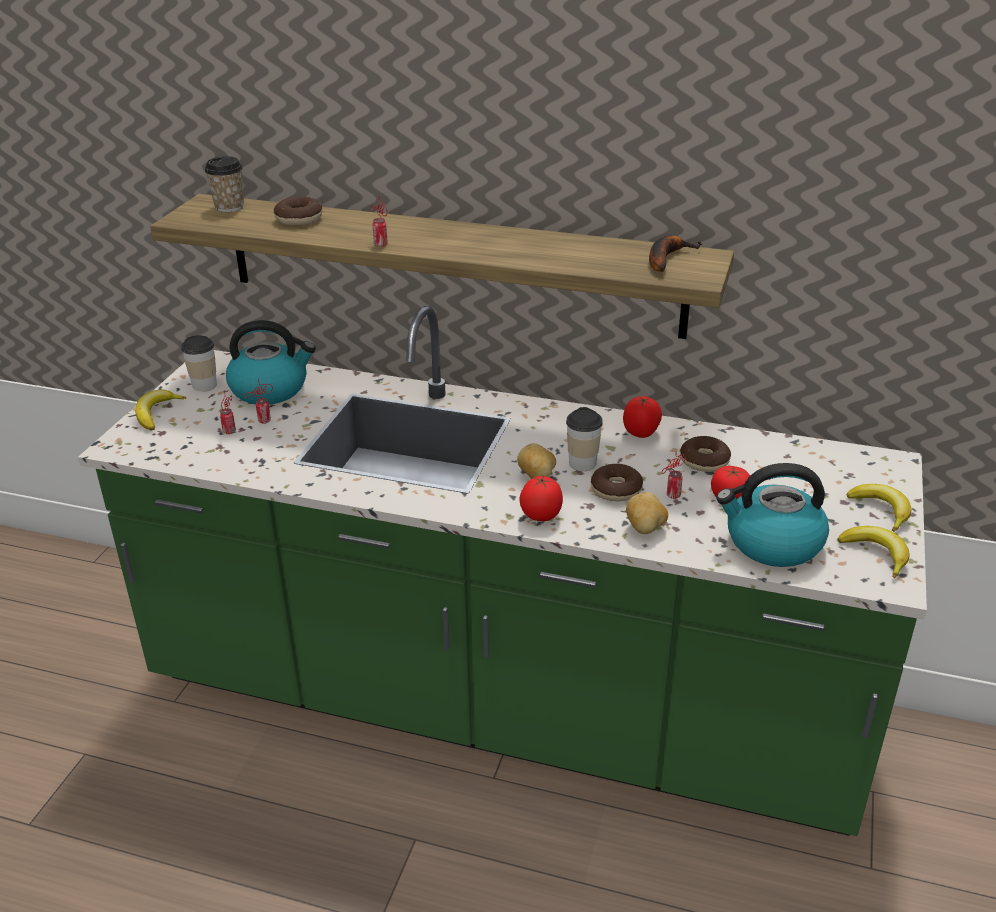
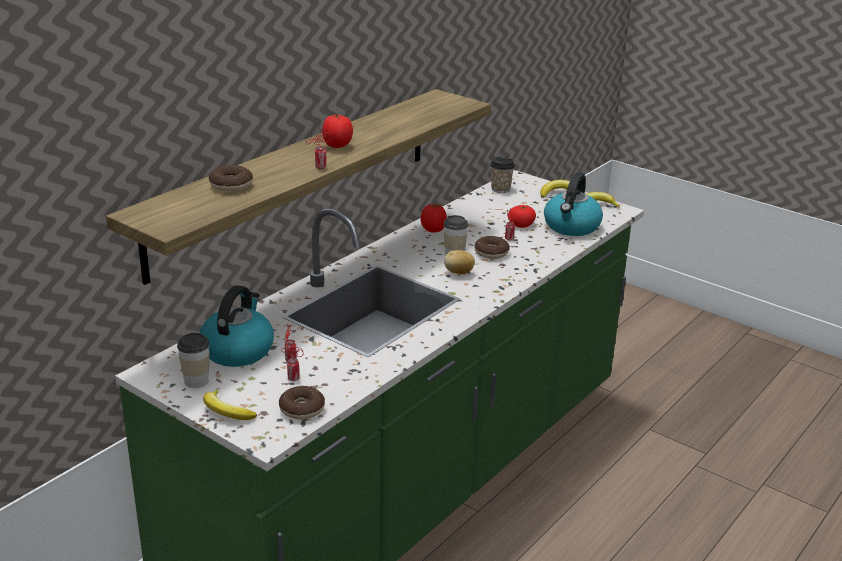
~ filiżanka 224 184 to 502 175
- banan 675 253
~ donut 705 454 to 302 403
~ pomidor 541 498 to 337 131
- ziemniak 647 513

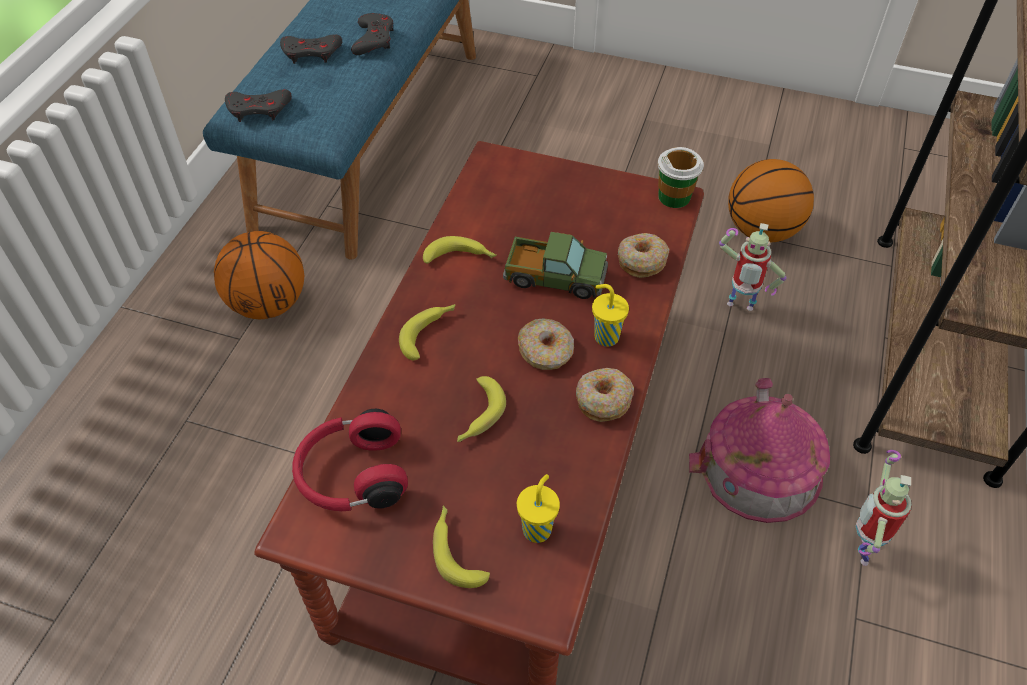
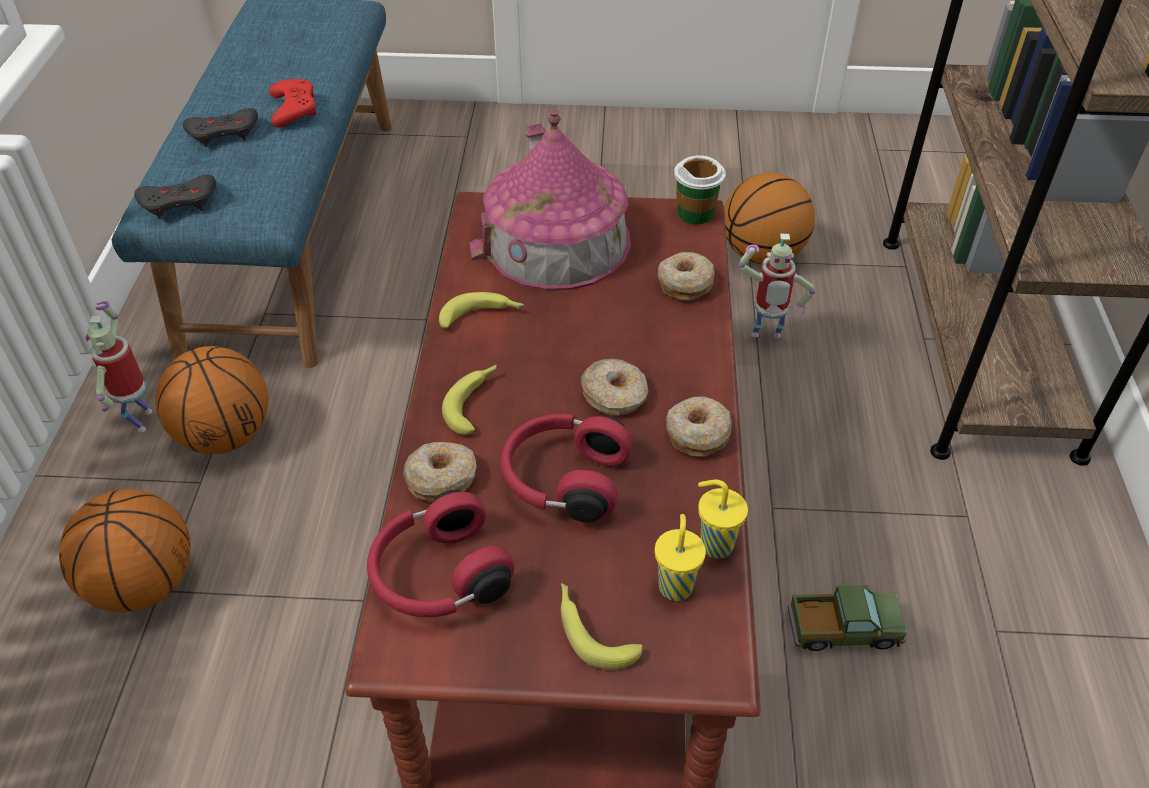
~ pad do gier (szary) 372 34 to pad do gier (czerwony) 292 103
~ ciężarówka zabawkowa 555 265 to 847 617
~ filiżanka (żółty) 610 315 to 723 519
~ banan 481 409 to słuchawki (czerwony) 566 468
~ domek 759 450 to 550 200
~ robot zabawkowy 883 508 to 119 367
+ donut 440 471
+ piłka do koszykówki 124 551

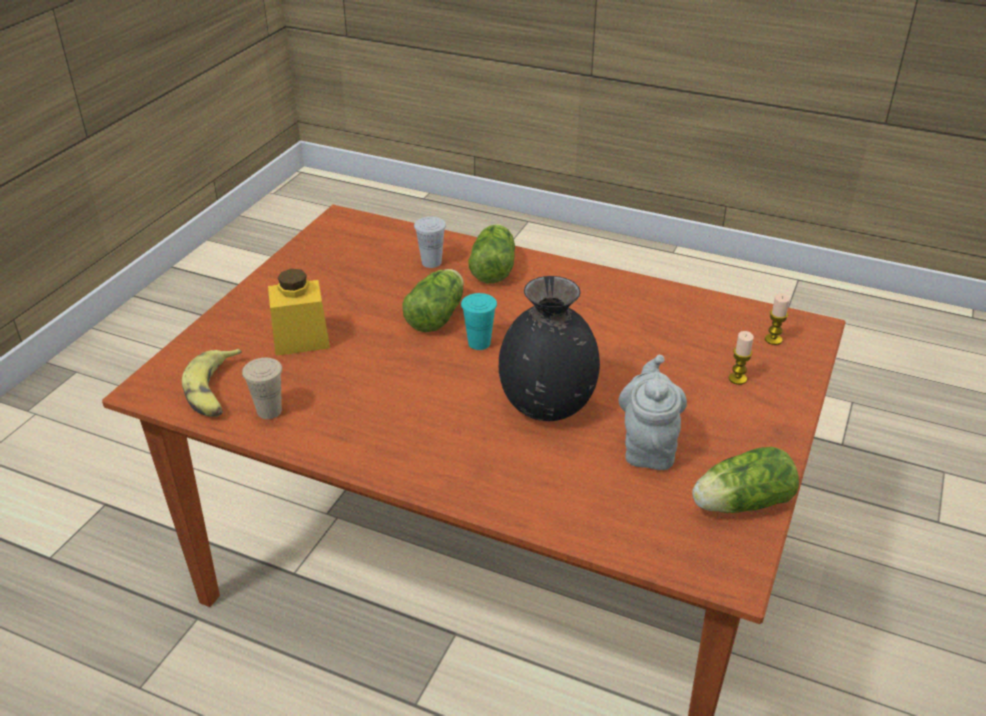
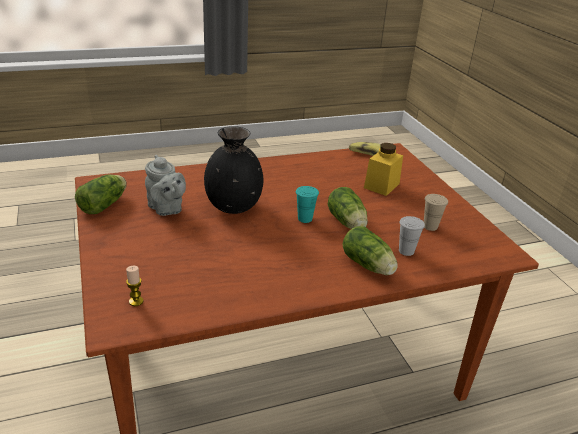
- świeca 741 358
~ filiżanka (beżowy) 262 388 to 436 212

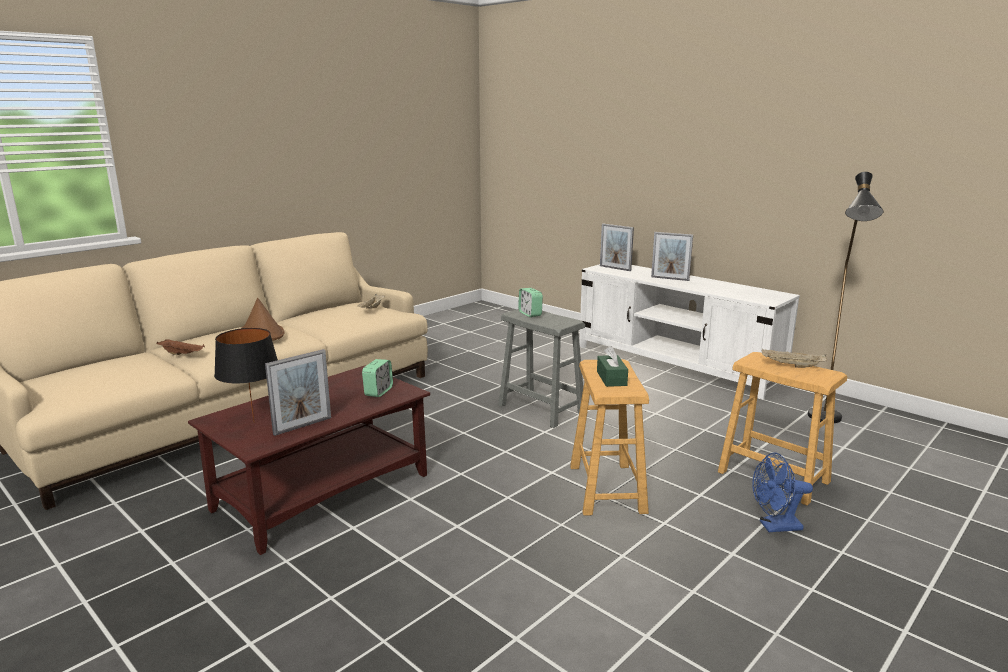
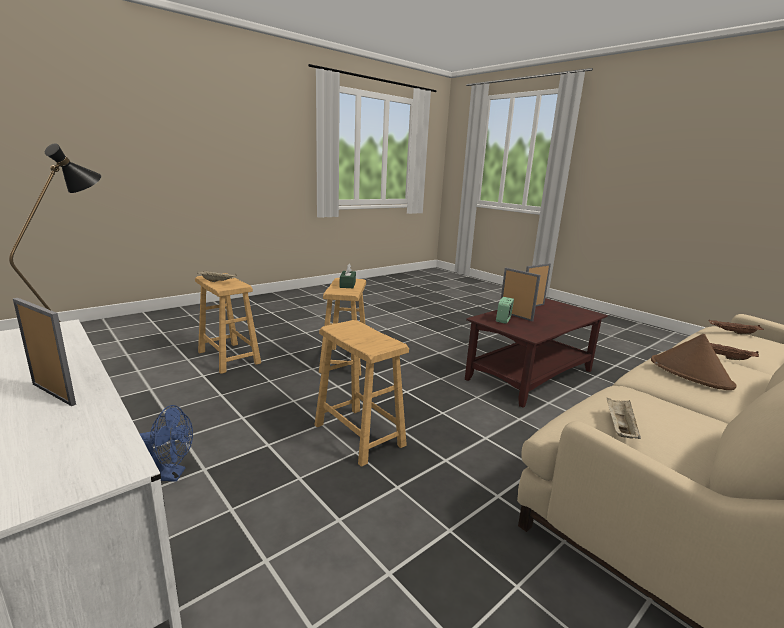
~ ramka na zdjęcie 617 247 to 521 294
- budzik 530 302
~ stołek (szary) 541 368 to stołek (brązowy) 361 393
- lampa stołowa (czarny) 246 375
~ wentylator (niebieski) 782 492 to 166 443
+ taca (brązowy) 736 327

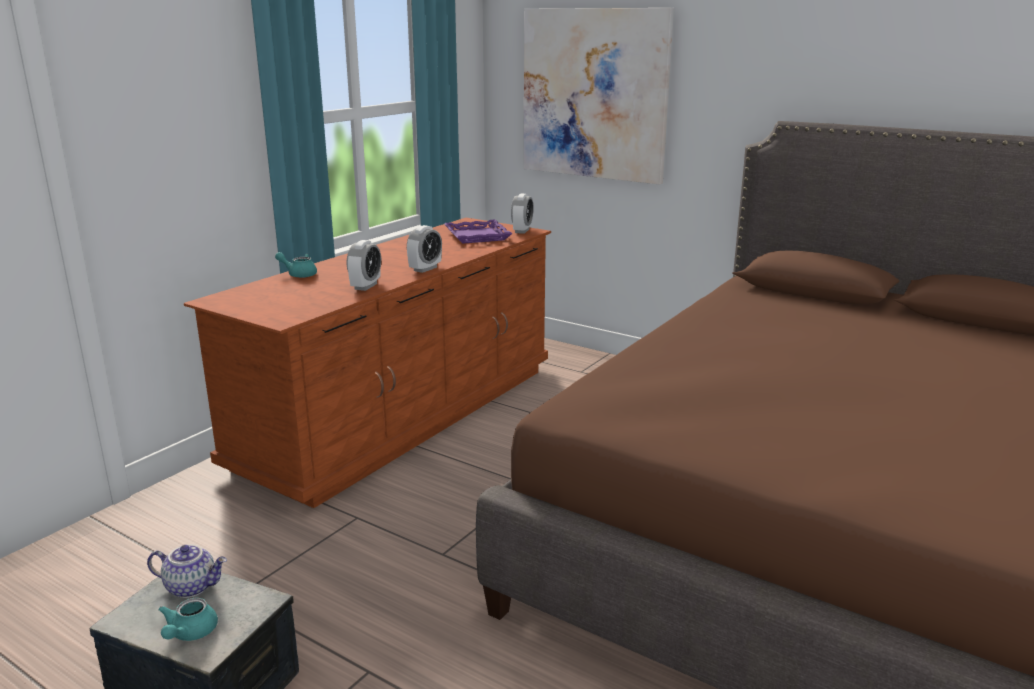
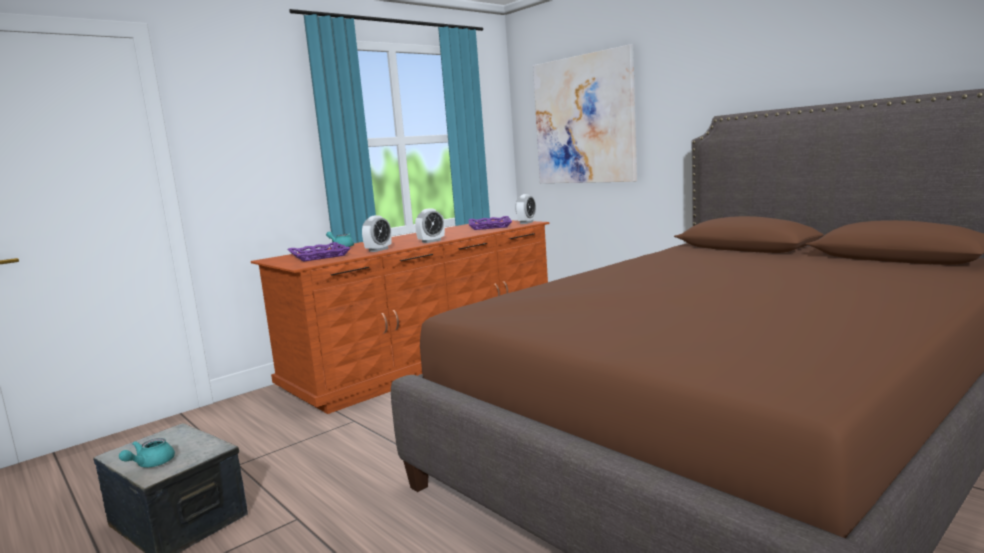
- imbryk 187 571
+ taca (fioletowy) 319 251

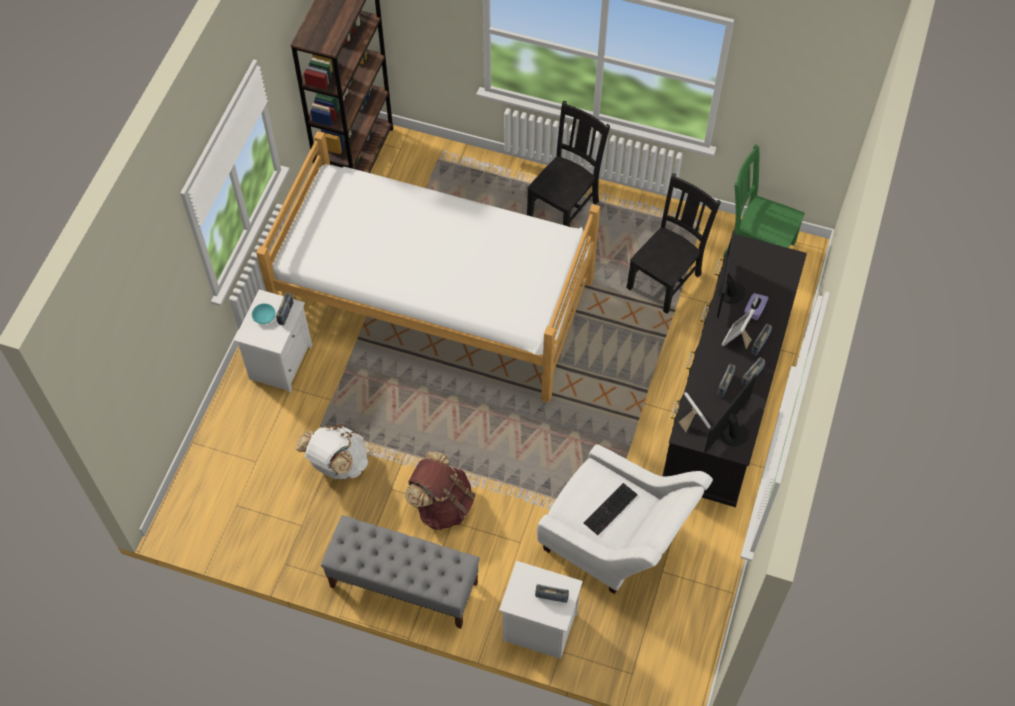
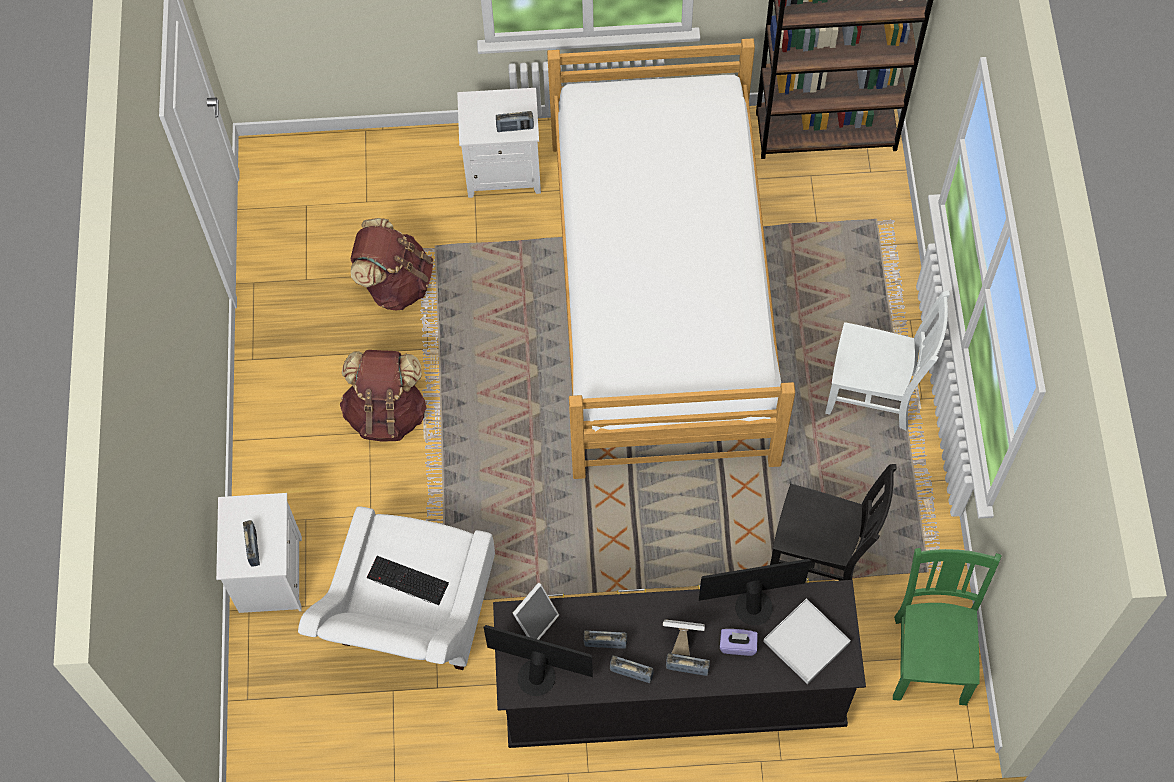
~ krzesło (czarny) 568 164 to krzesło (biały) 887 360
- miska (turkusowy) 264 313
~ plecak (biały) 331 451 to plecak (brązowy) 392 264
- ławka (szary) 400 572
+ taca (biały) 807 641

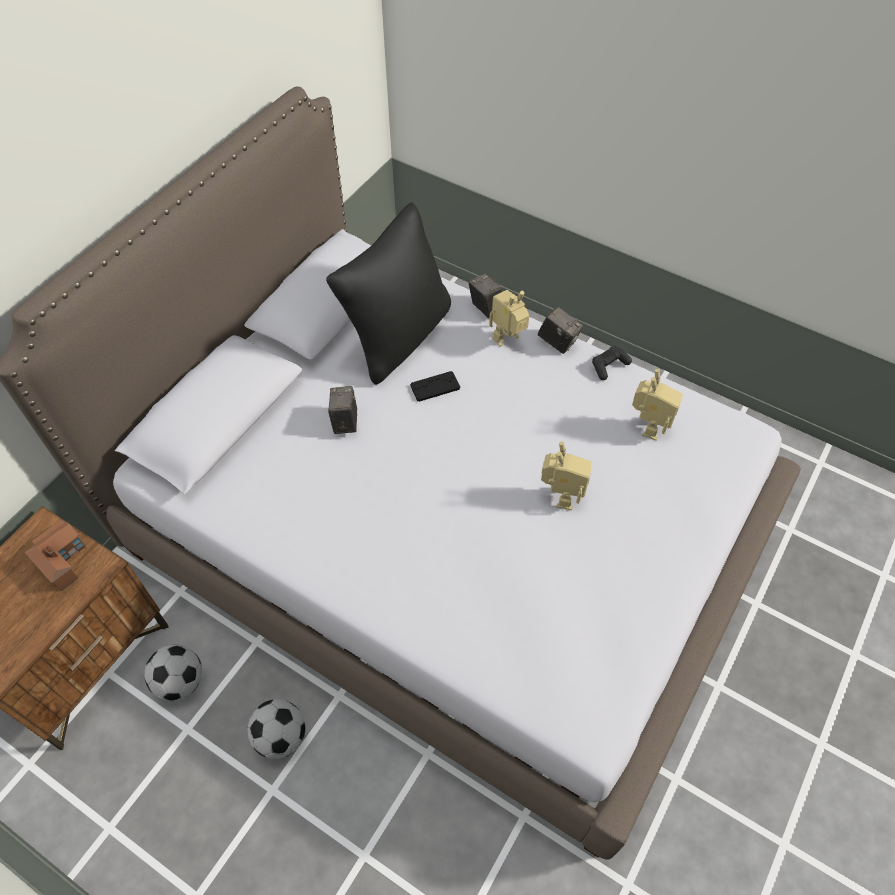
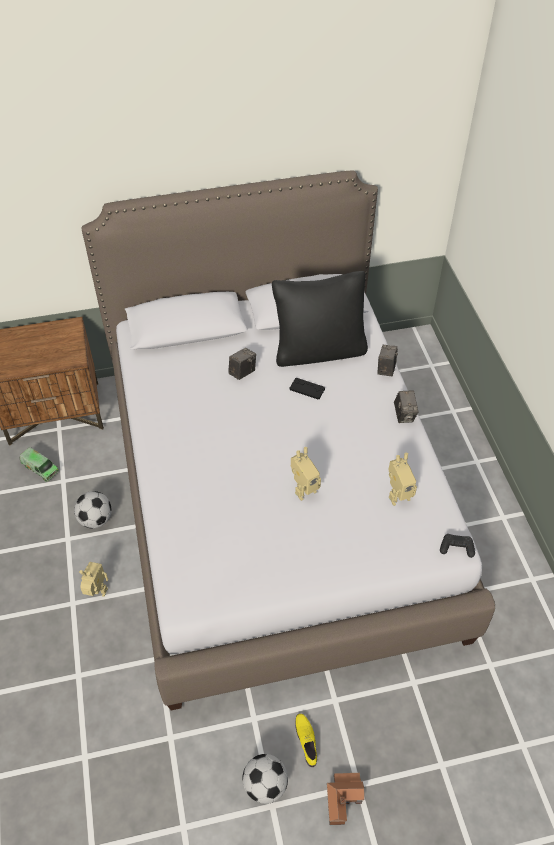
~ robot zabawkowy 509 318 to 93 579
~ pad do gier (czarny) 612 363 to 457 546
~ domek 55 555 to 346 799
~ piłka futbolowa 173 672 to 265 779
+ ciężarówka zabawkowa 39 464
+ but (żółty) 306 740

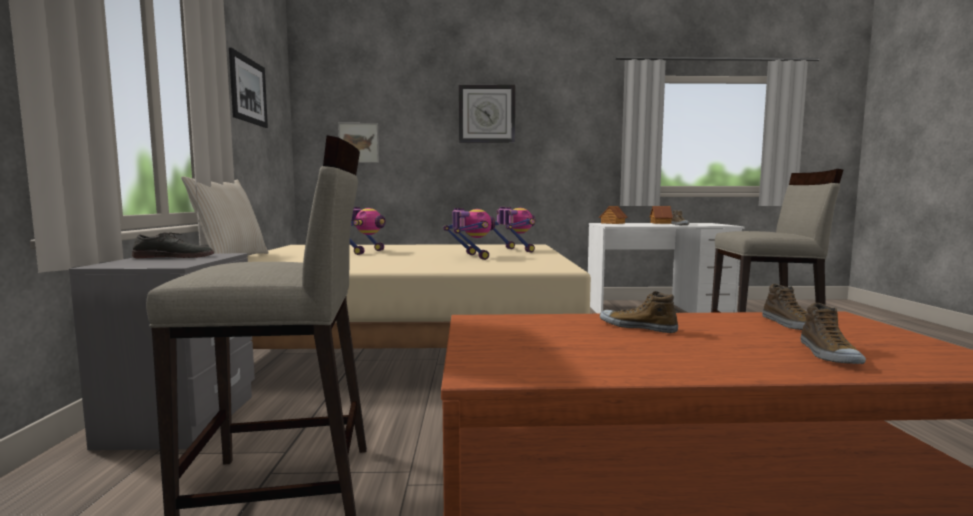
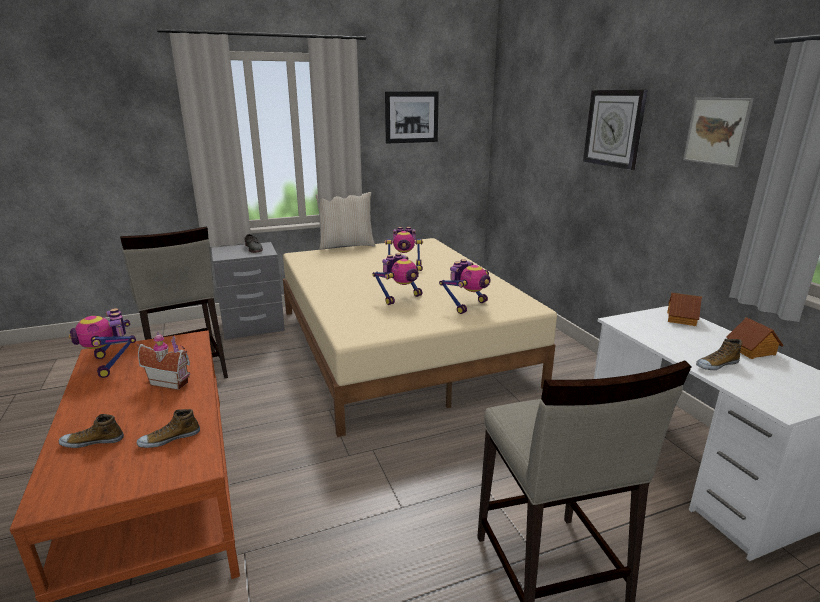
~ obraz 358 143 to 718 132
~ but 639 312 to domek 163 360
+ robot zabawkowy 102 343

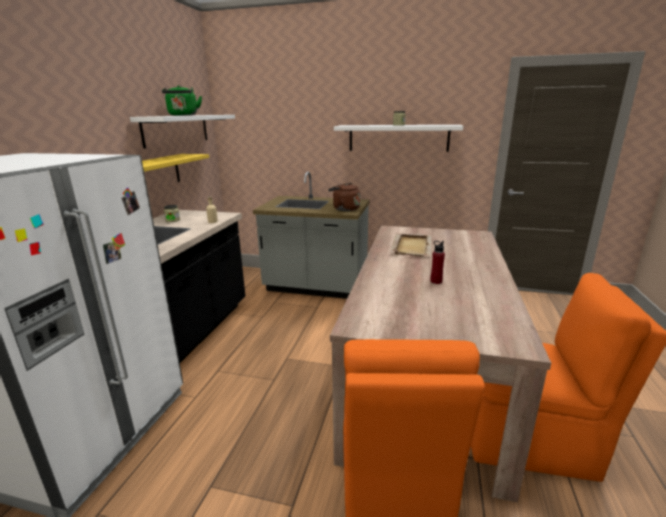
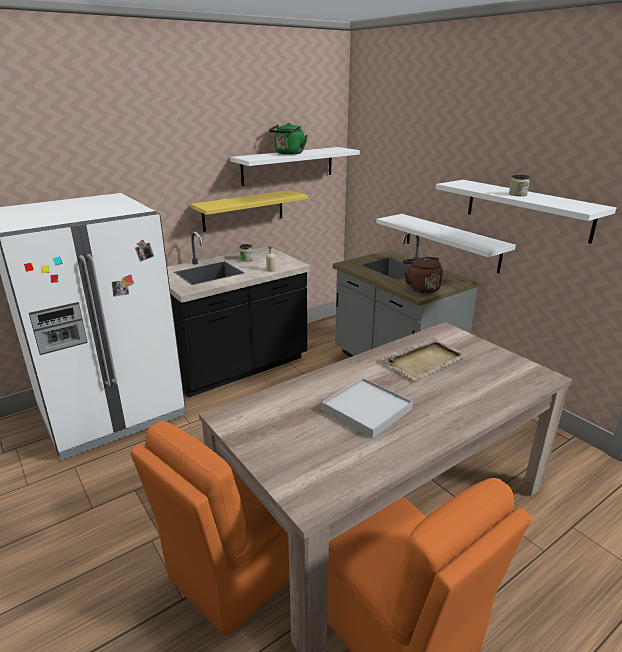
~ butelka (czerwony) 437 262 to taca (biały) 367 408
+ półka (biały) 446 243

